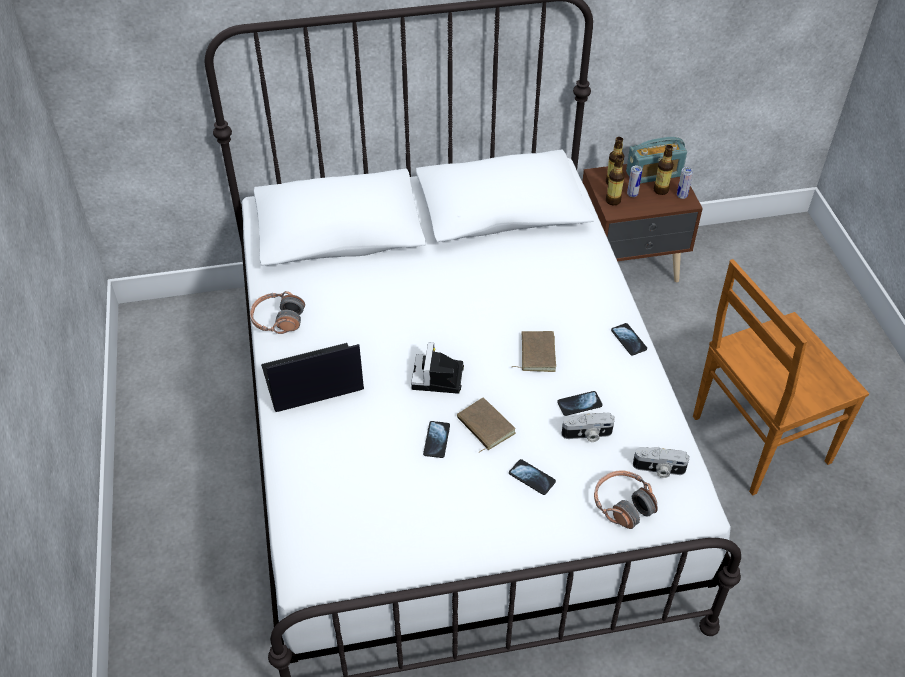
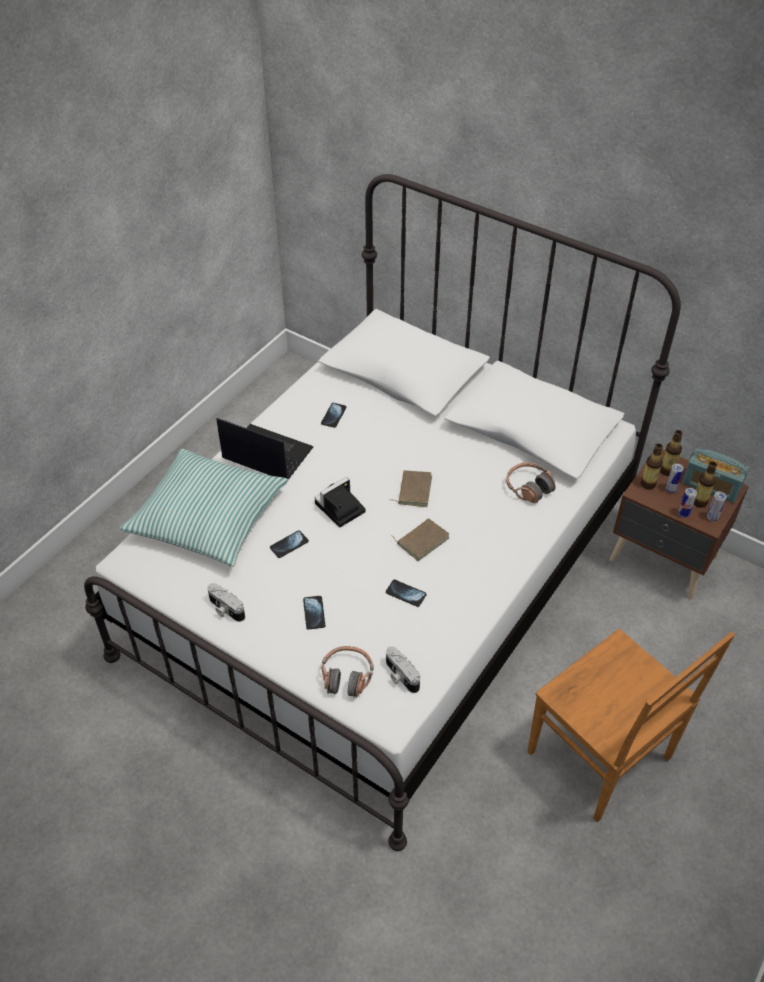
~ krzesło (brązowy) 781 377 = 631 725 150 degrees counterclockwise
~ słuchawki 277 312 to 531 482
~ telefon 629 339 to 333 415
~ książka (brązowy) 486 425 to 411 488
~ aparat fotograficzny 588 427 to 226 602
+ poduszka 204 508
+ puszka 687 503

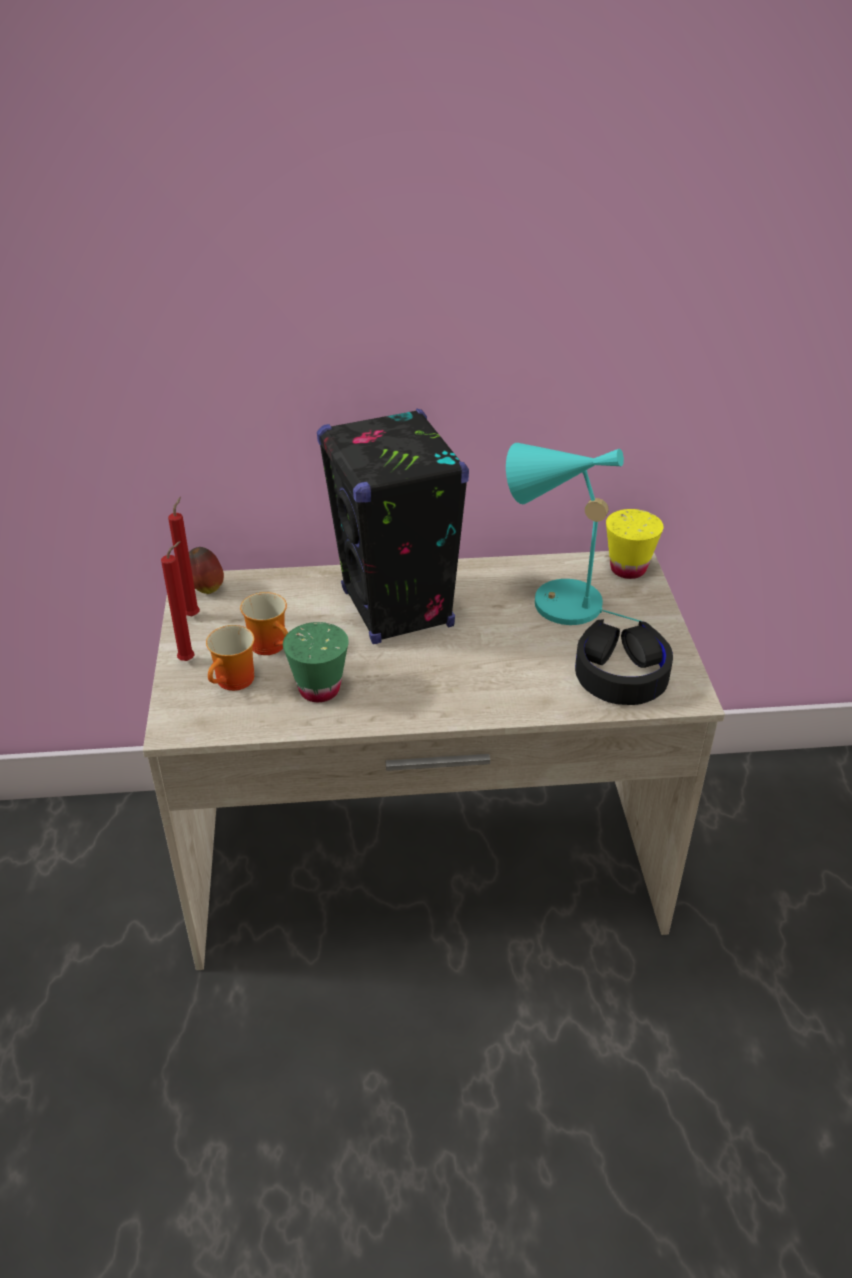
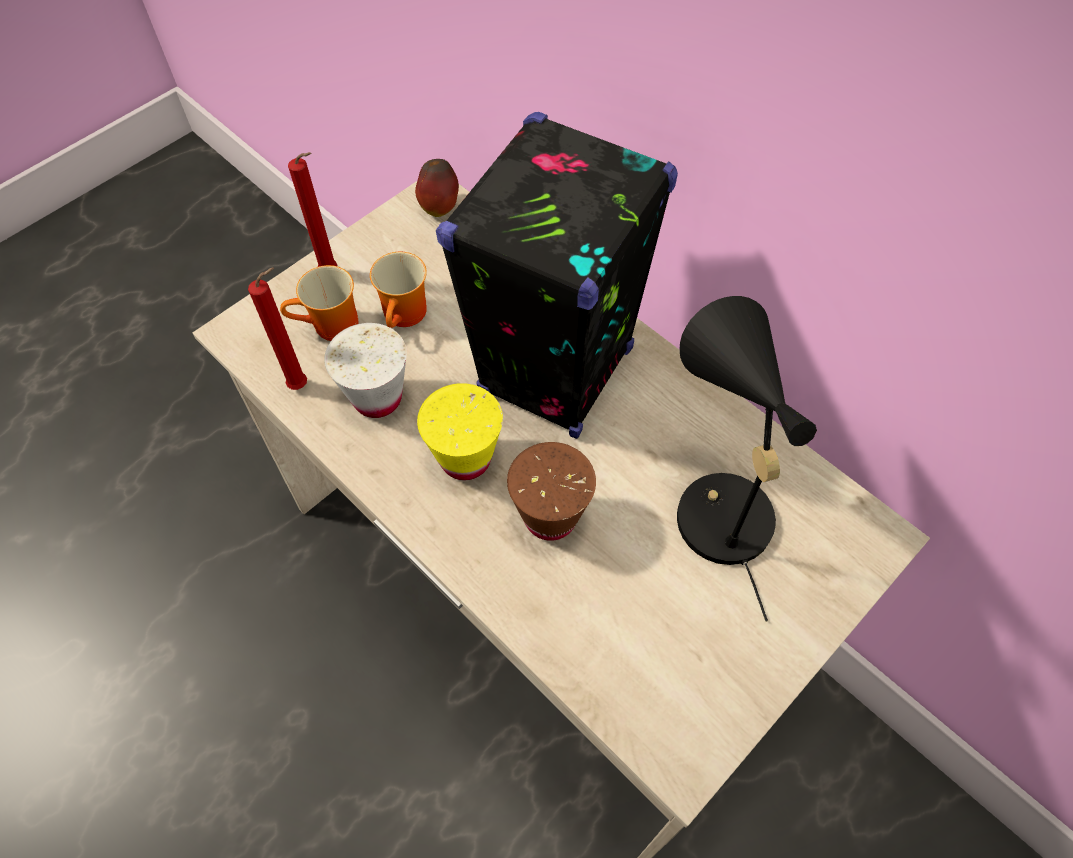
~ lampa stołowa (turkusowy) 573 534 to lampa stołowa (czarny) 747 458
~ świeca (czerwony) 184 557 to 277 328
~ filiżanka (żółty) 635 544 to 460 431
- słuchawki (czarny) 624 662
~ filiżanka (zielony) 316 662 to filiżanka (biały) 365 370
+ filiżanka (brązowy) 551 491

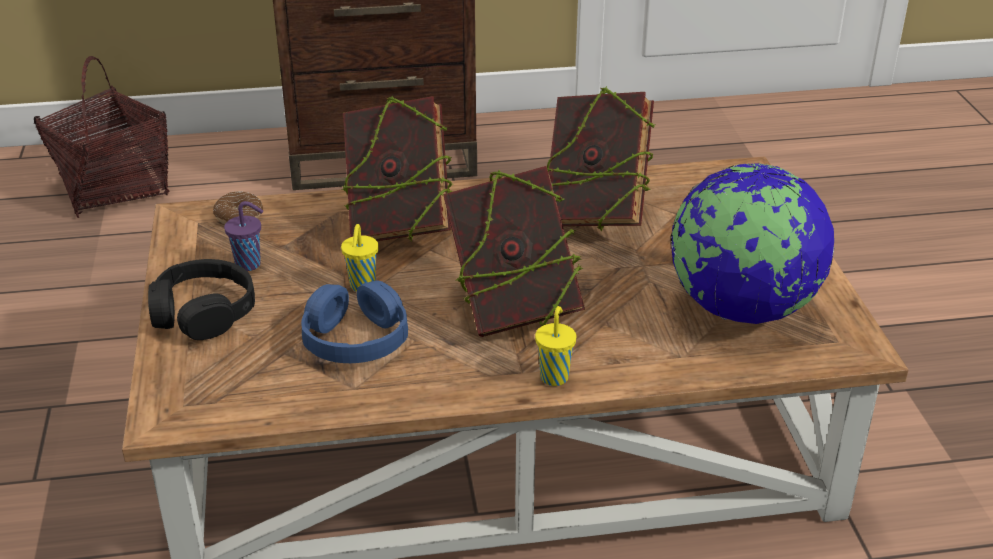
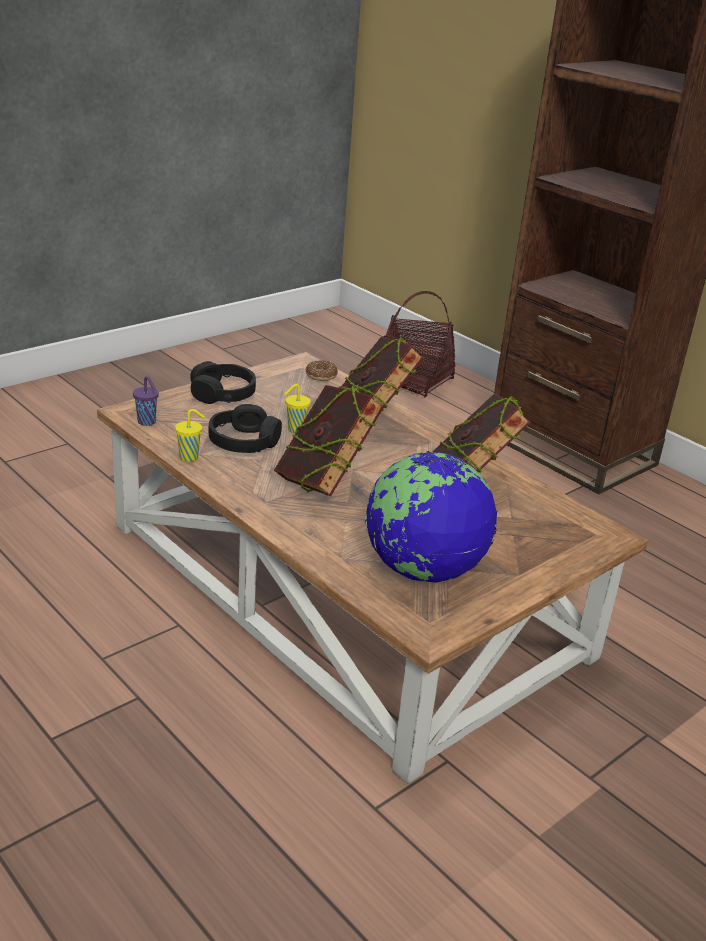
~ filiżanka (fioletowy) 243 236 to 146 401
~ słuchawki (niebieski) 354 321 to słuchawki (czarny) 245 428
~ filiżanka (żółty) 556 346 to 190 435

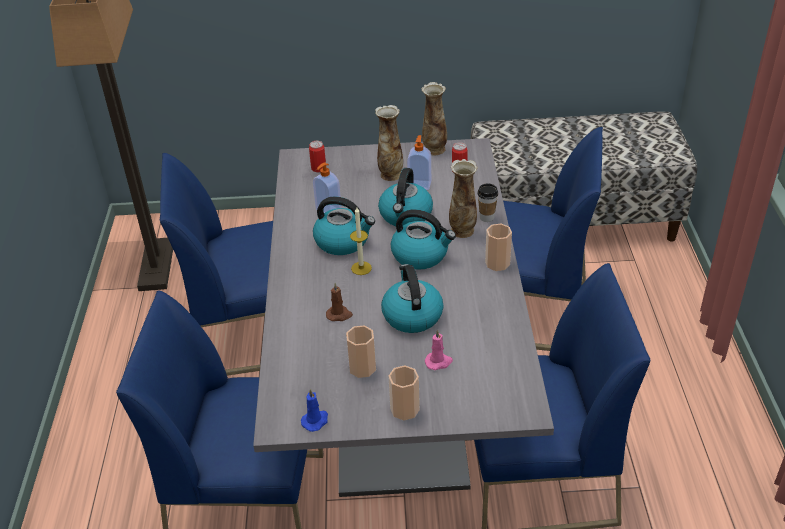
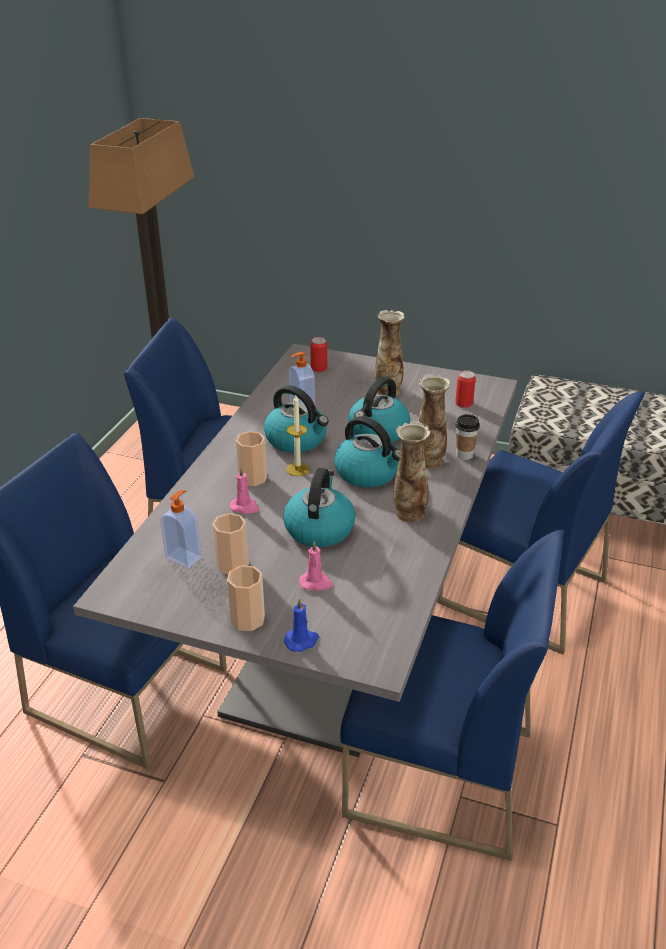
~ wazon 434 118 to 412 472
~ dozownik mydła 419 162 to 181 529
~ filiżanka 498 247 to 251 458
~ świeca (brązowy) 339 302 to świeca (różowy) 244 490
~ świeca (niebieski) 314 410 to 301 625

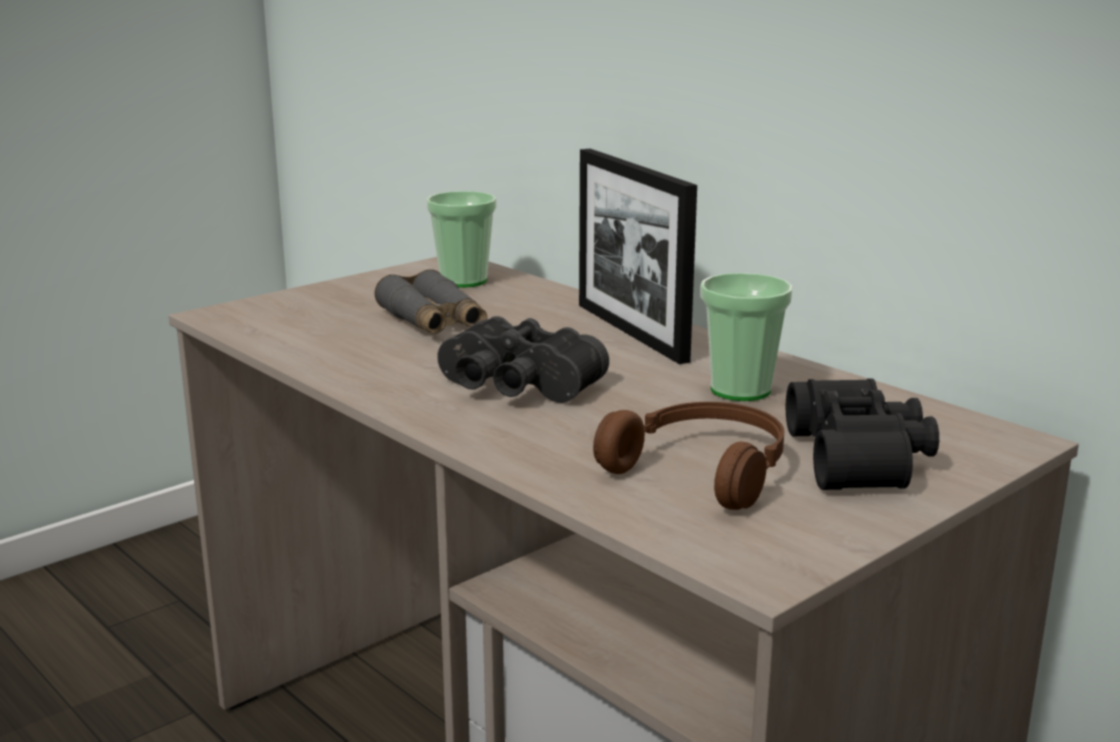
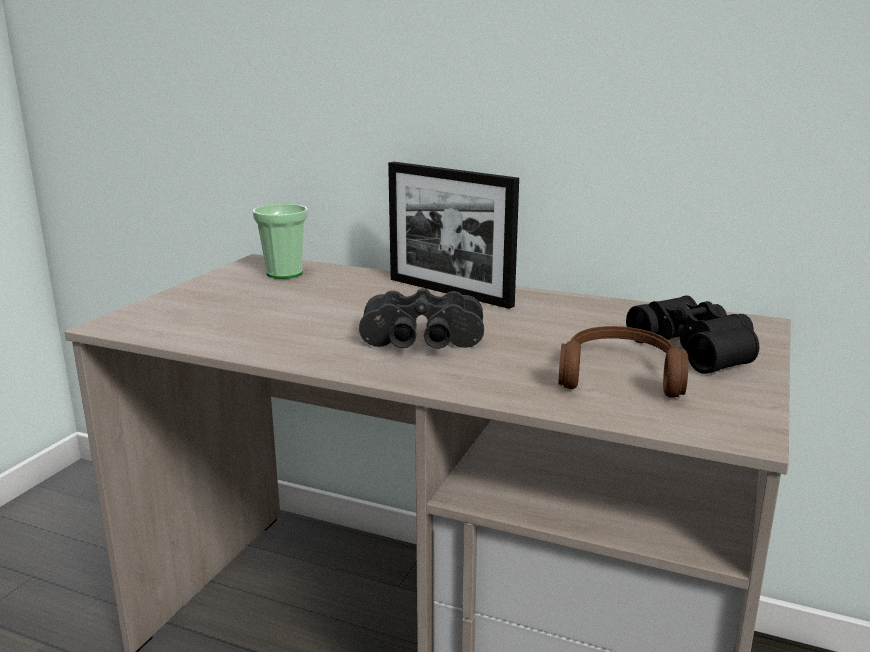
- lornetka (szary) 430 301
- filiżanka 746 337

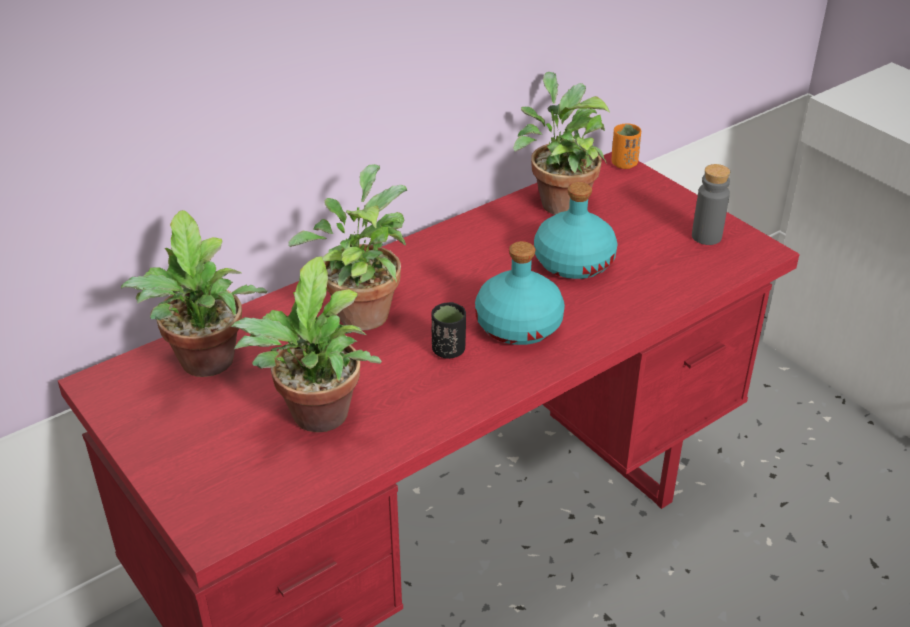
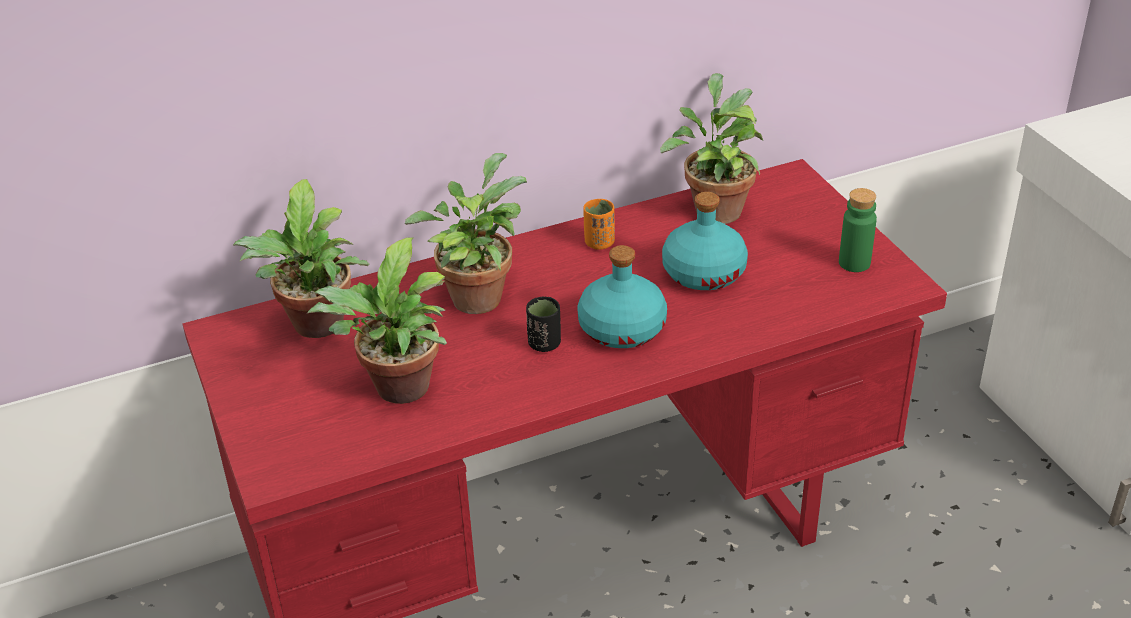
~ filiżanka (pomarańczowy) 626 146 to 599 224
~ butelka (szary) 711 204 to butelka (zielony) 858 230

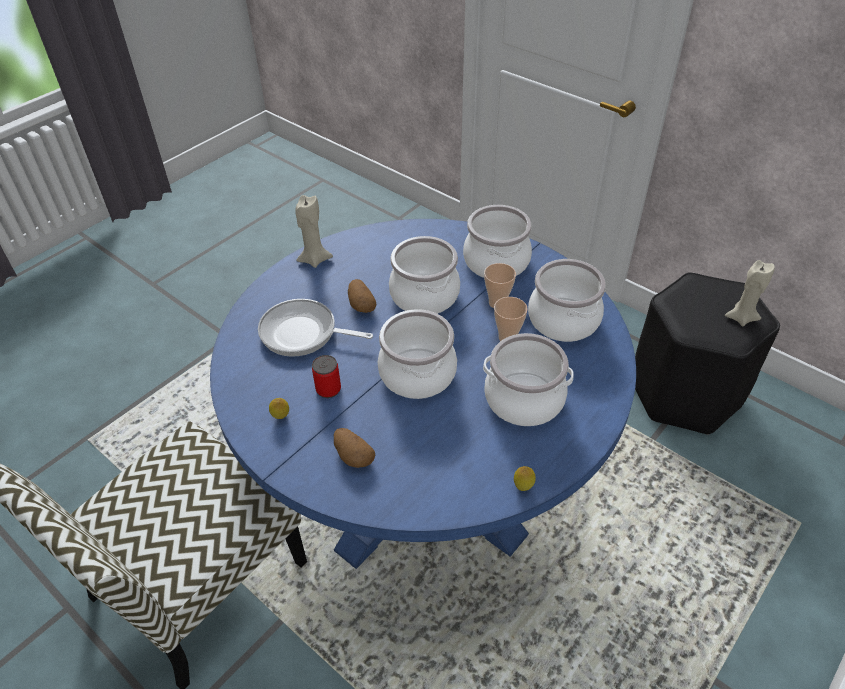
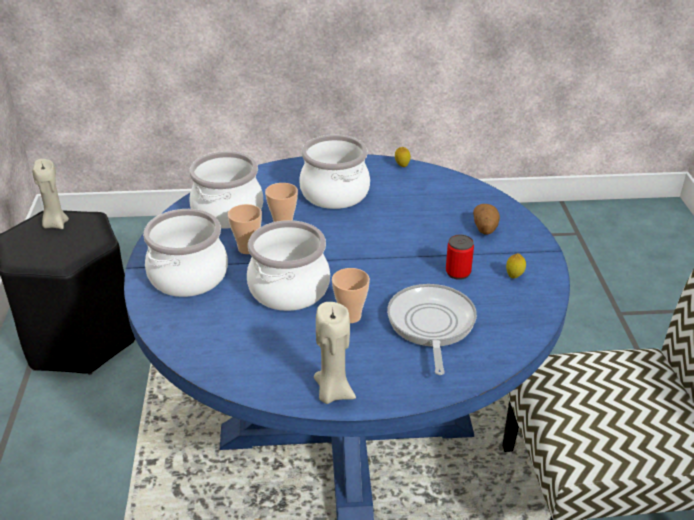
~ ziemniak 362 296 to filiżanka 351 295
~ patelnia 315 328 = 432 329 150 degrees counterclockwise
- garnek 417 354

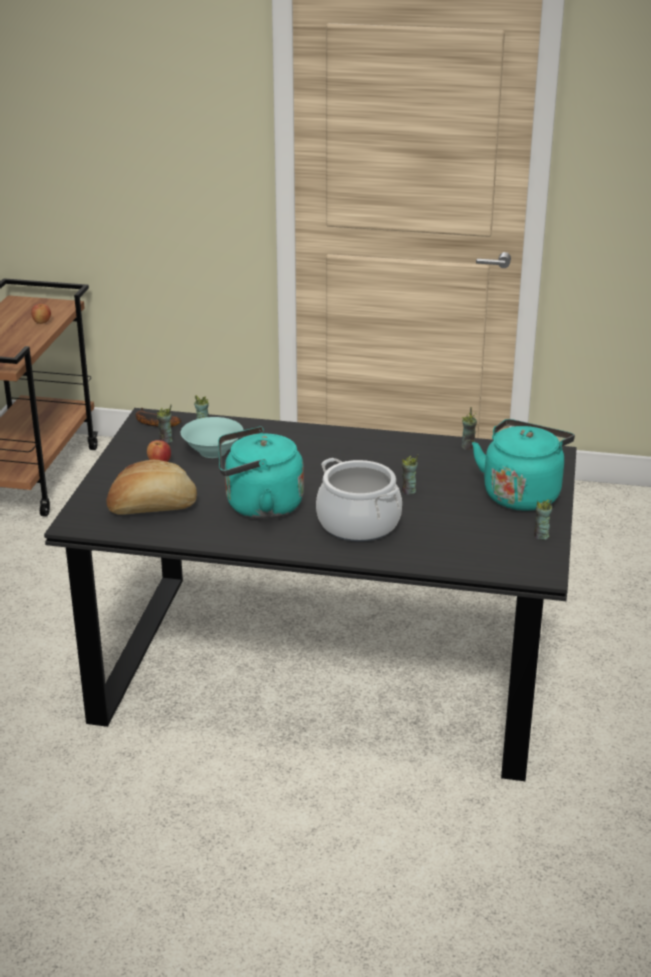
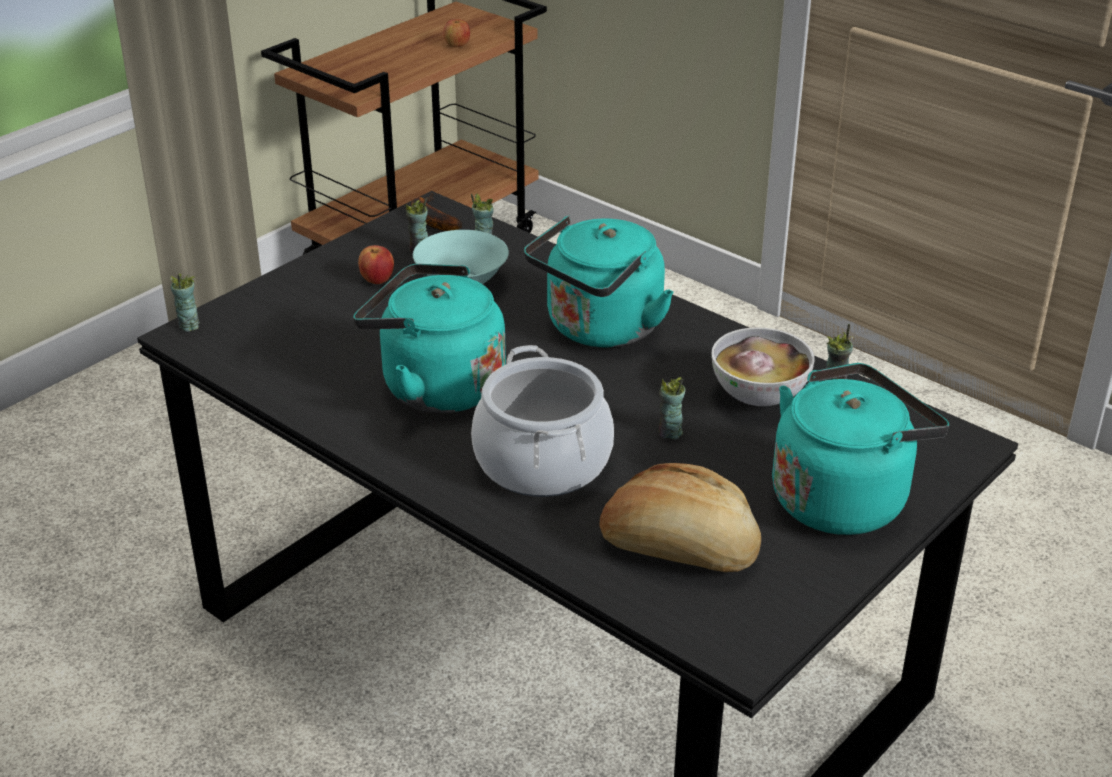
~ chleb 151 487 to 680 517
~ filiżanka 543 520 to 185 302
+ czajnik (turkusowy) 599 281
+ miska 763 367

